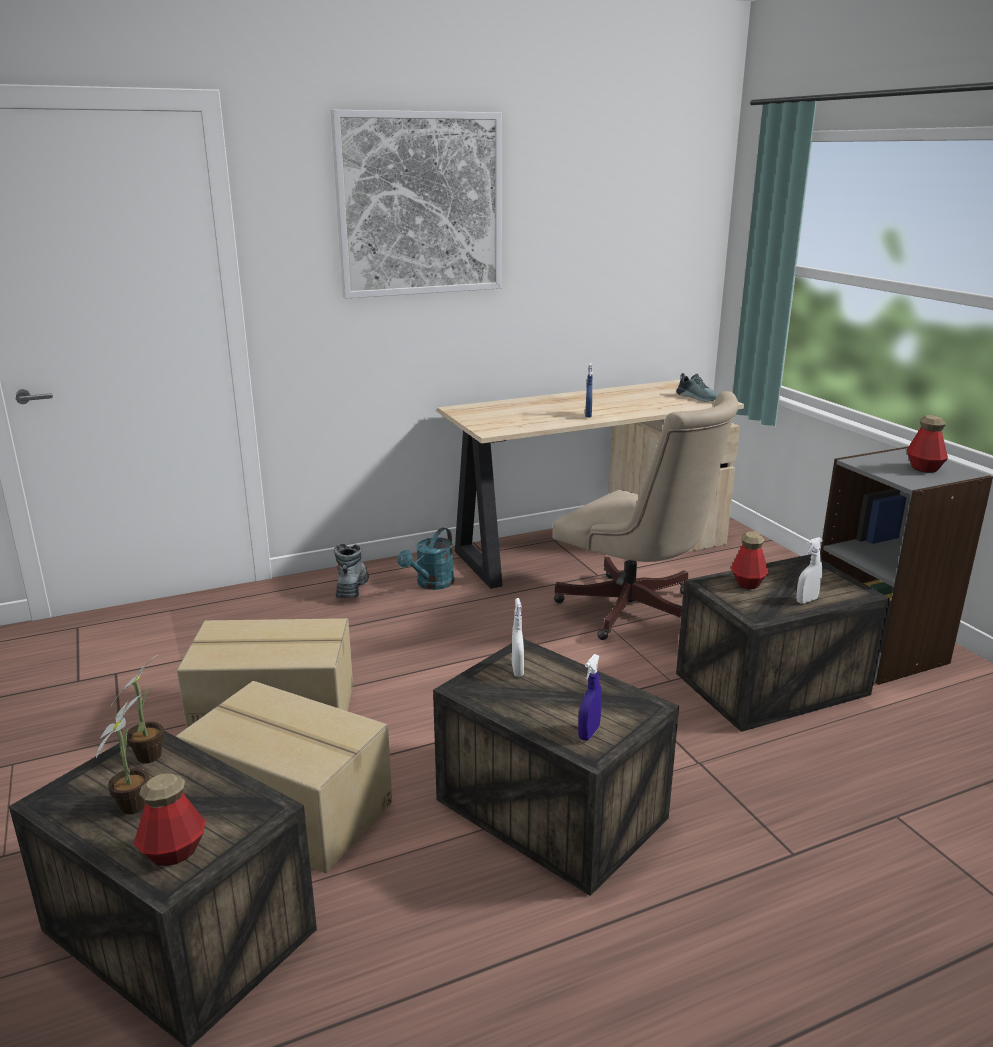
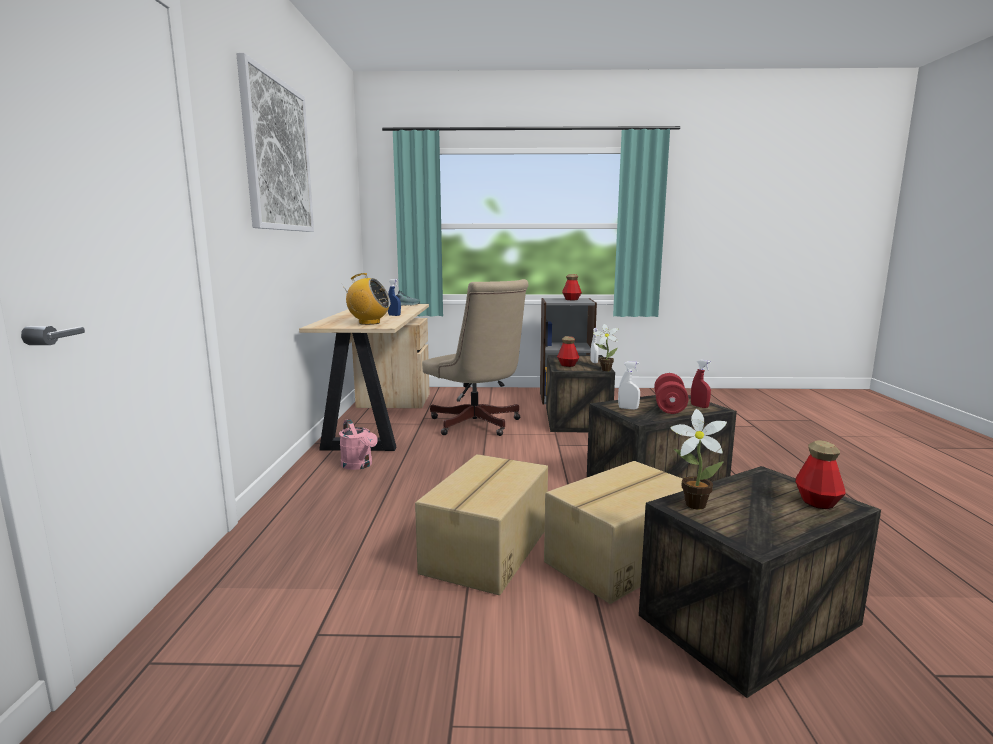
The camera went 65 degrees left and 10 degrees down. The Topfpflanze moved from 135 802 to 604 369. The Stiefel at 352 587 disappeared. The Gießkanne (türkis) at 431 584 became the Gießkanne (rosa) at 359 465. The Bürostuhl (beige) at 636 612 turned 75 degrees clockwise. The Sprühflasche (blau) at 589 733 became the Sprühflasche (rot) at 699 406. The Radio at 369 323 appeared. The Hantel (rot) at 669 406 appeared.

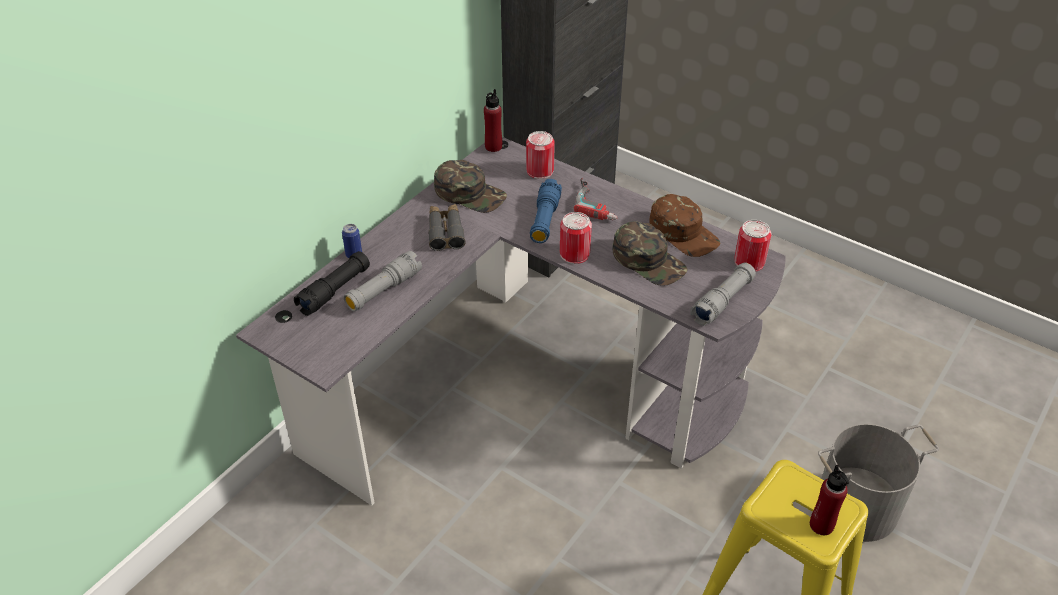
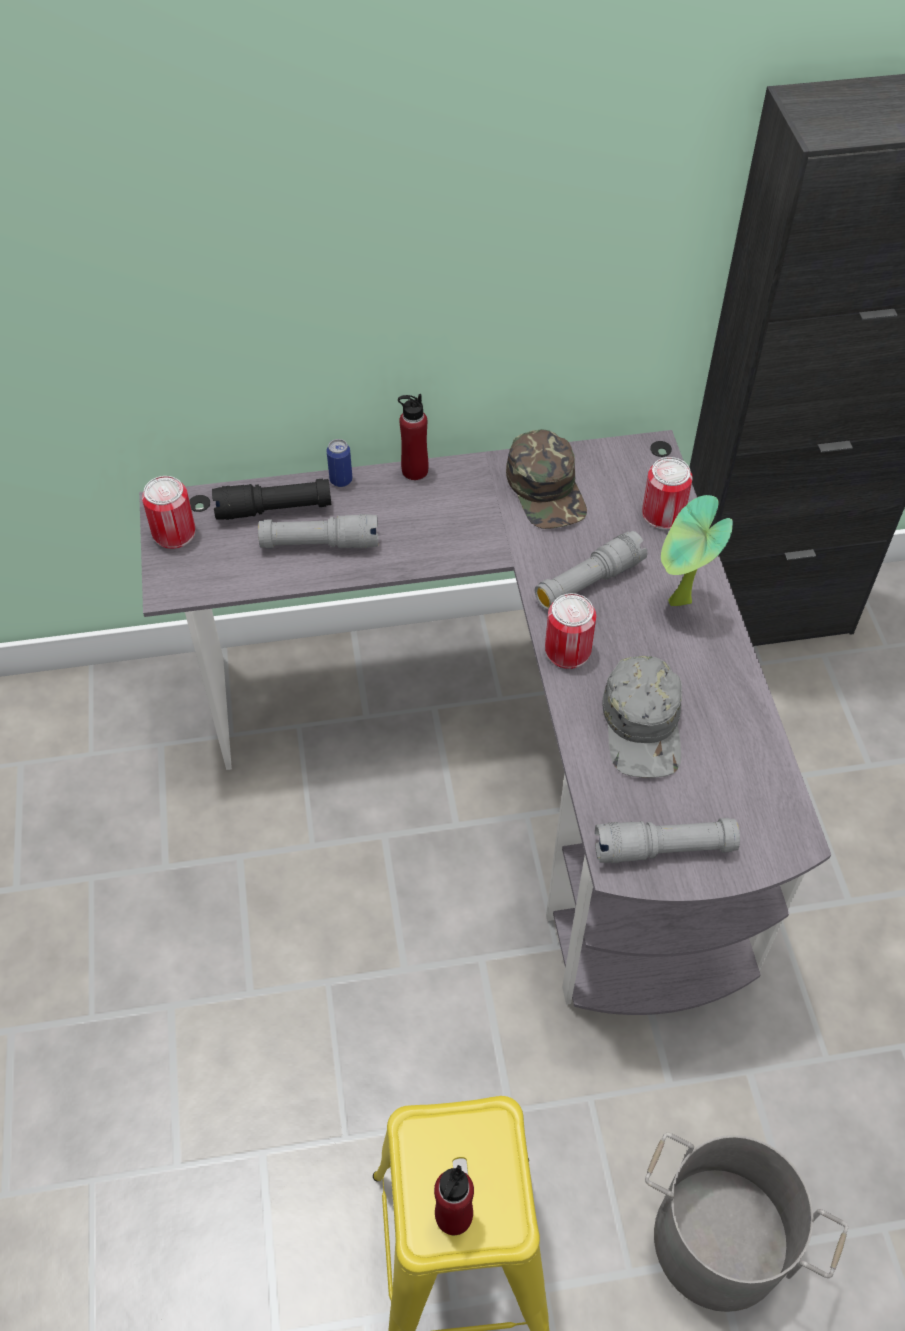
The camera went 45 degrees right and 10 degrees up. The Fernglas (grau) at 445 232 disappeared. The Flasche (rot) moved from 493 147 to 414 470. The Taschenlampe (blau) at 545 220 became the Taschenlampe (grau) at 589 582. The Bohrmaschine at 597 203 was replaced by the Topfpflanze at 678 605. The Kappe (grün) at 649 260 became the Kappe (grau) at 643 725. The Kappe (braun) at 684 233 disappeared. The Dose moved from 749 262 to 174 533.

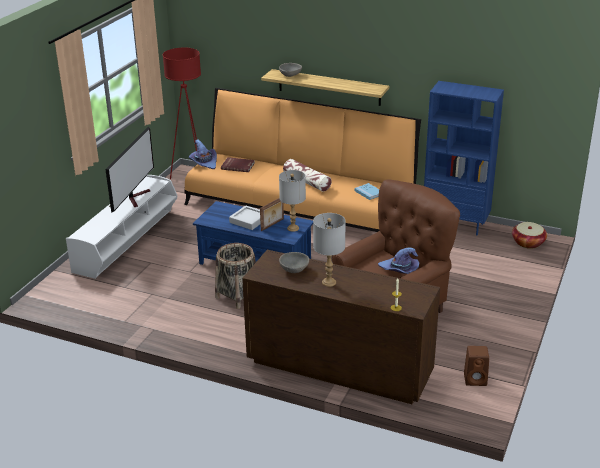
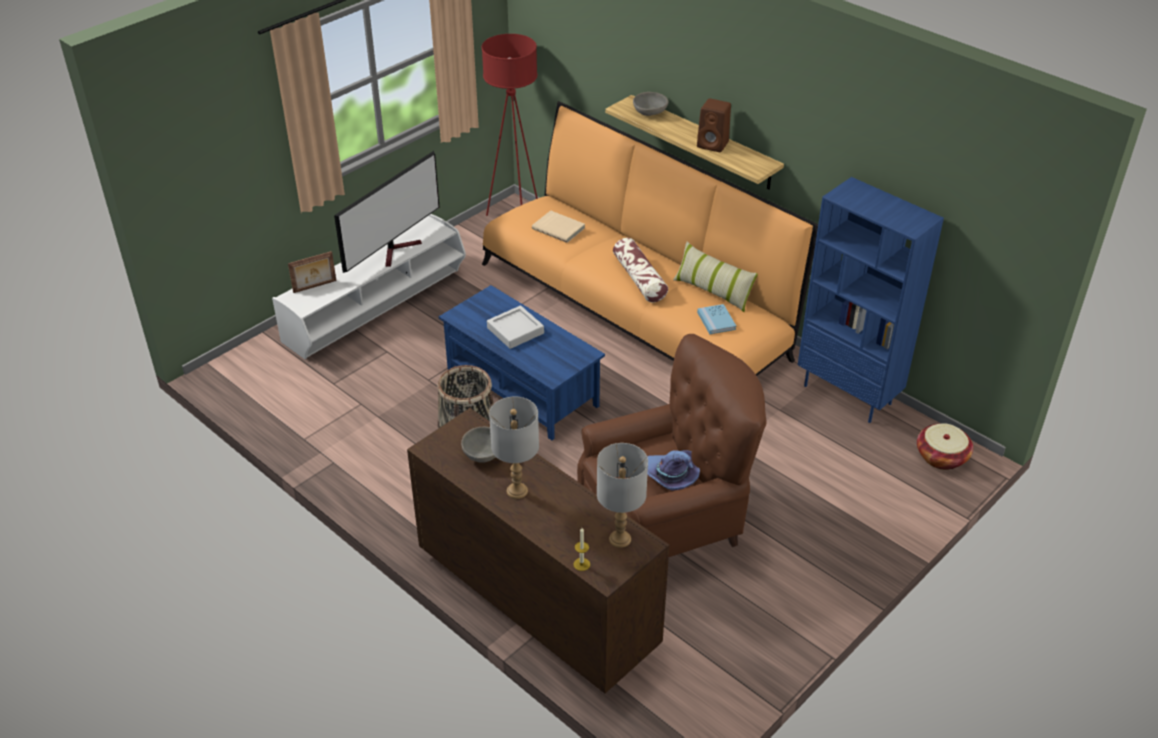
The camera went 20 degrees right and 10 degrees up. The Hut (lila) at 204 162 disappeared. The Buch (rot) at 238 166 became the Buch (beige) at 559 228. The Bilderrahmen moved from 272 225 to 315 287. The Tischlampe (grau) moved from 293 228 to 620 538. The Lautsprecher (braun) moved from 476 379 to 714 145. The Kissen at 713 291 appeared.

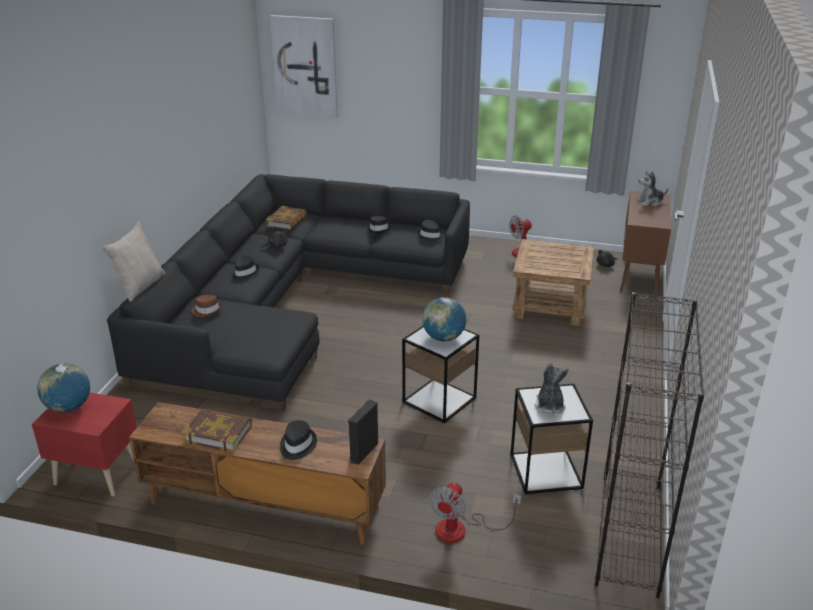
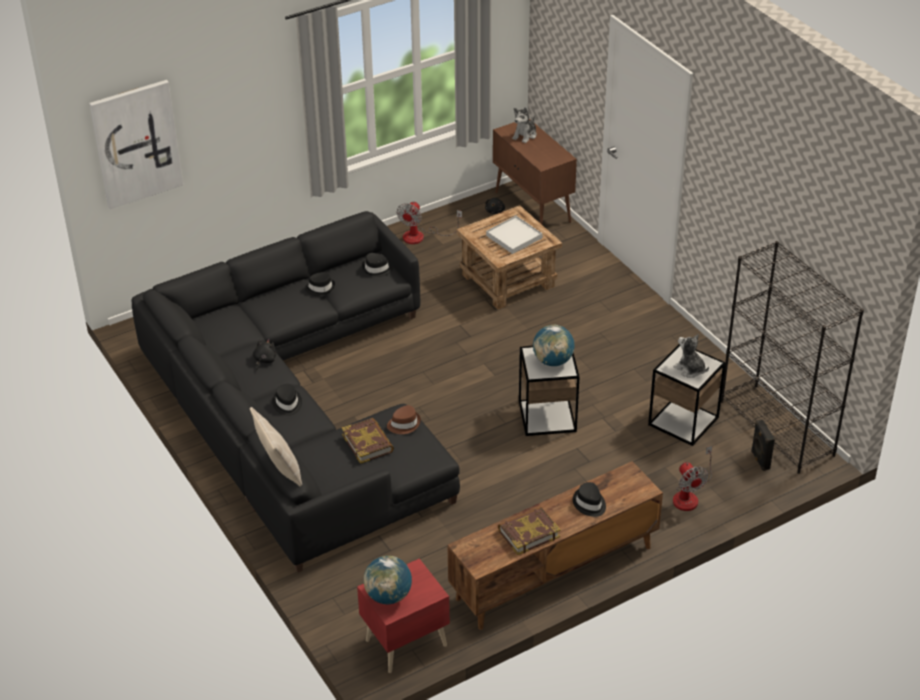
The camera went 45 degrees left and 10 degrees up. The Hut (braun) moved from 207 311 to 404 424. The Buch moved from 287 221 to 368 443. The Lautsprecher (schwarz) moved from 363 452 to 759 460. The Tablett (weiß) at 514 237 appeared.

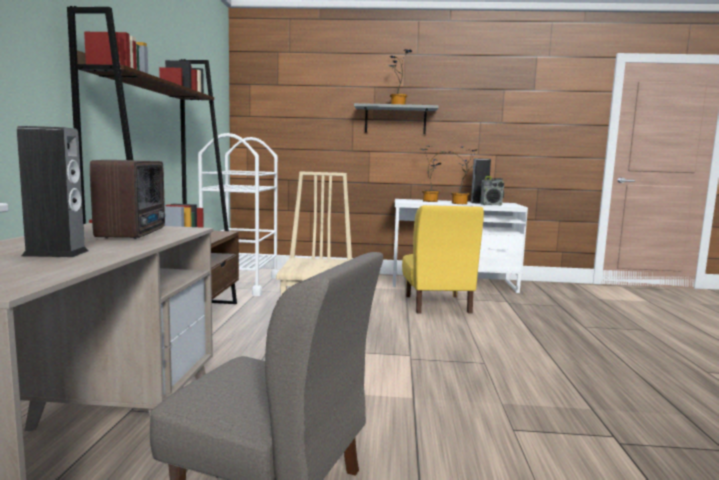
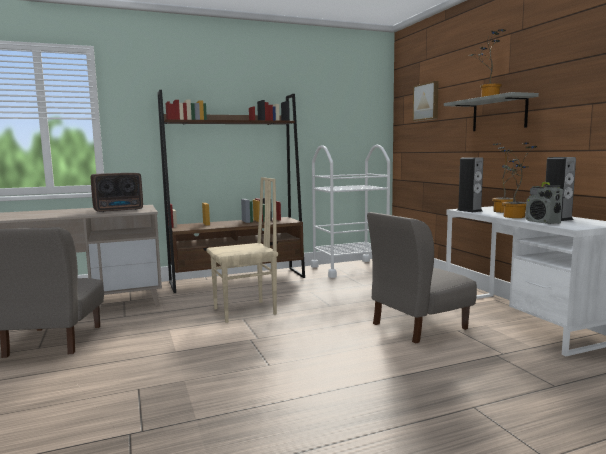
The camera went 65 degrees right and 0 degrees up. The Lautsprecher moved from 56 253 to 469 210. The Stuhl (gelb) at 437 304 became the Stuhl (grau) at 418 326. The Bild at 426 102 appeared.

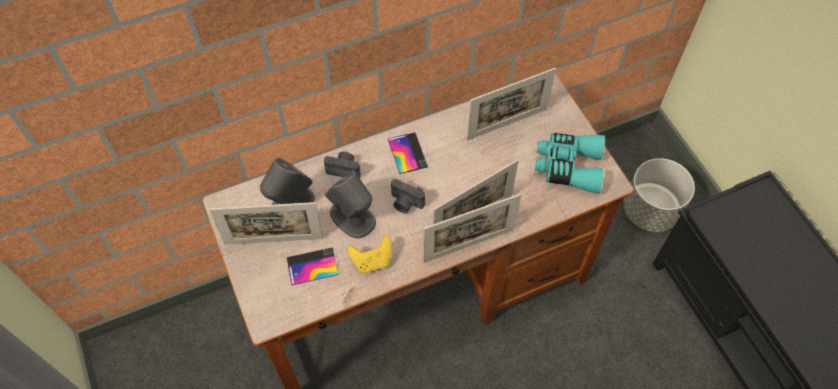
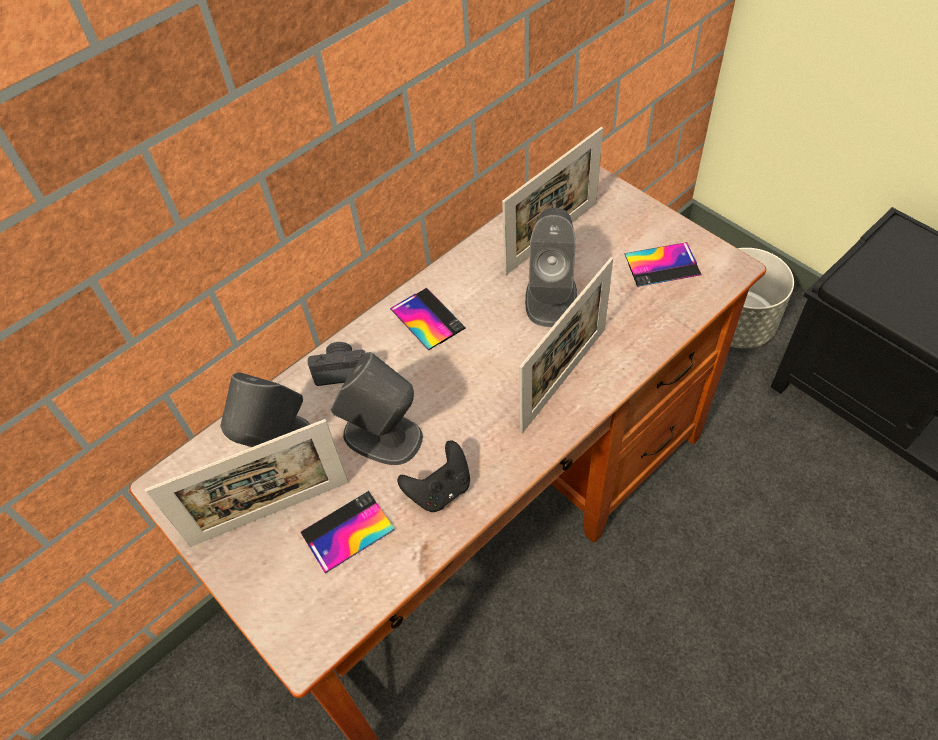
The camera went 15 degrees left and 5 degrees down. The Gamepad (gelb) at 372 261 became the Gamepad (schwarz) at 440 490. The Kamera at 405 203 disappeared. The Bilderrahmen at 468 245 disappeared. The Fernglas (türkis) at 568 166 was replaced by the Handy at 662 265. The Lautsprecher (grau) at 551 297 appeared.

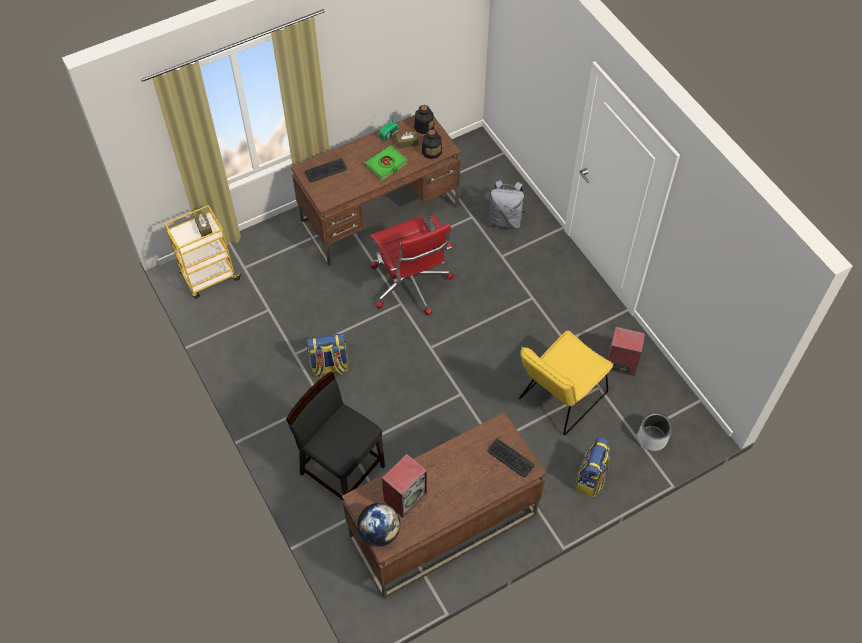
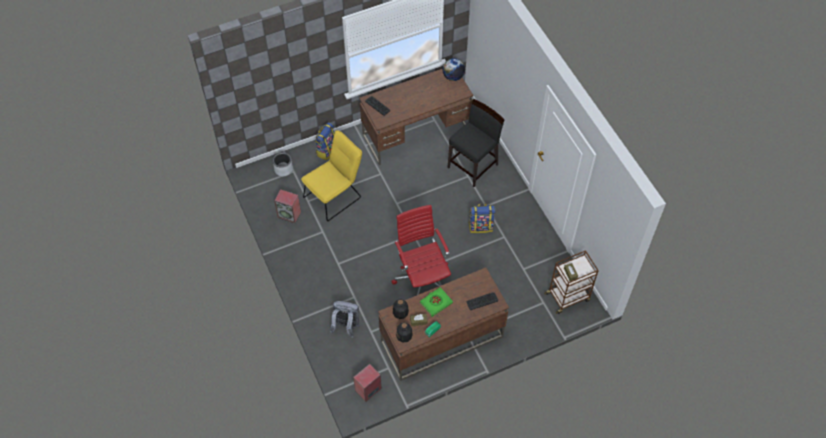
The camera went 175 degrees left and 0 degrees up. The Rollwagen (gelb) at 209 277 became the Rollwagen (braun) at 568 296. The Stuhl (schwarz) at 342 469 turned 90 degrees counterclockwise. The Lautsprecher moved from 405 496 to 368 390.

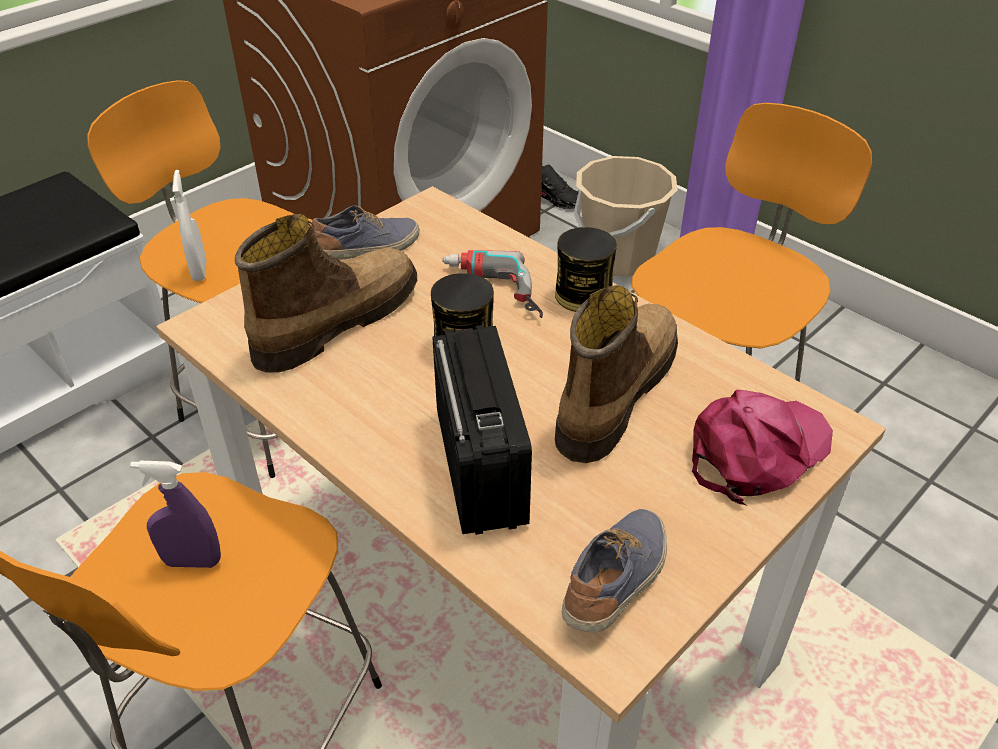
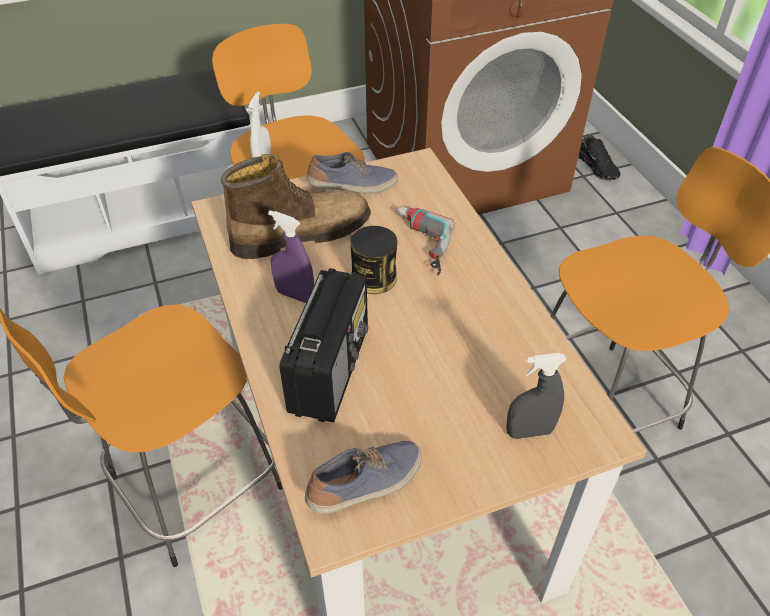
The camera went 25 degrees right and 5 degrees up. The Sprühflasche (lila) moved from 192 561 to 295 295. The Dose at 583 295 disappeared. The Stiefel at 614 392 disappeared. The Eimer (beige) at 618 258 disappeared. The Kappe (rosa) at 756 452 was replaced by the Sprühflasche (grau) at 529 432.

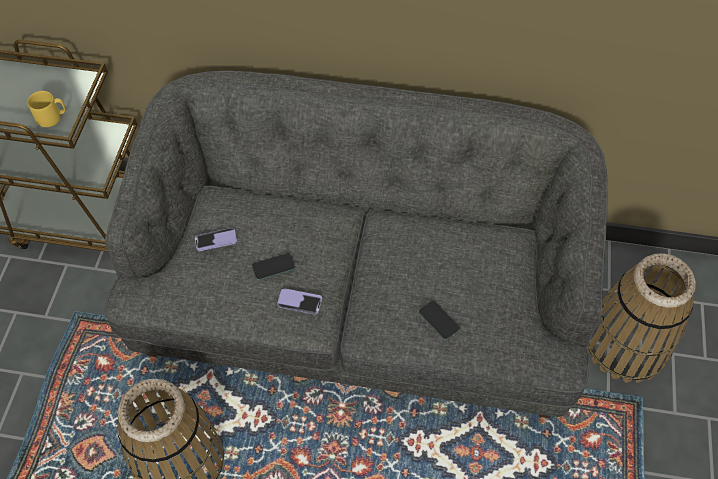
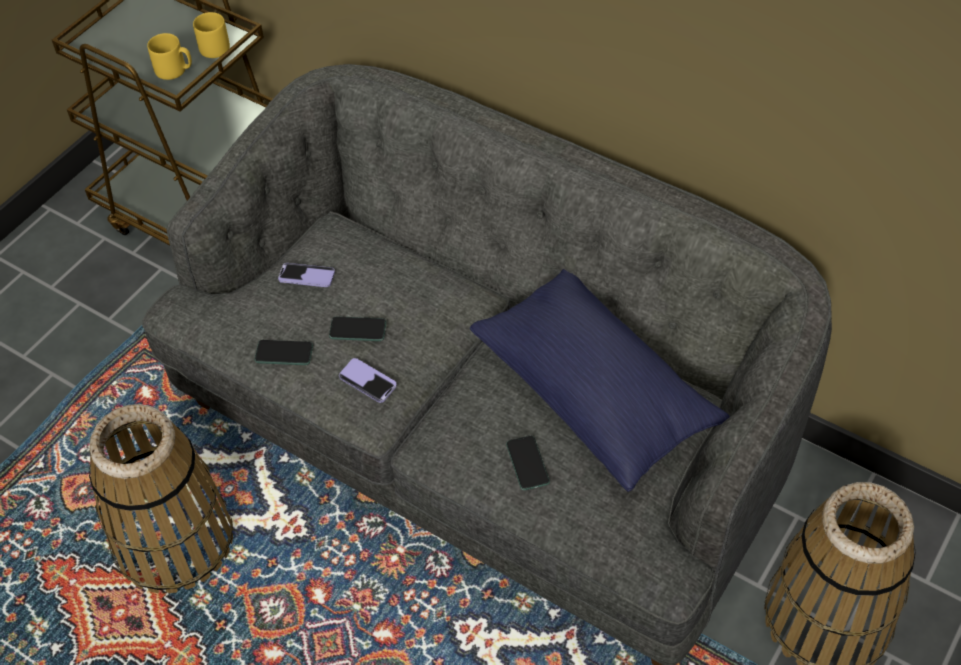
The camera went 25 degrees right and 5 degrees down. The Henkelbecher (gelb) at 212 46 appeared. The Handy at 284 353 appeared. The Kissen (blau) at 594 393 appeared.

